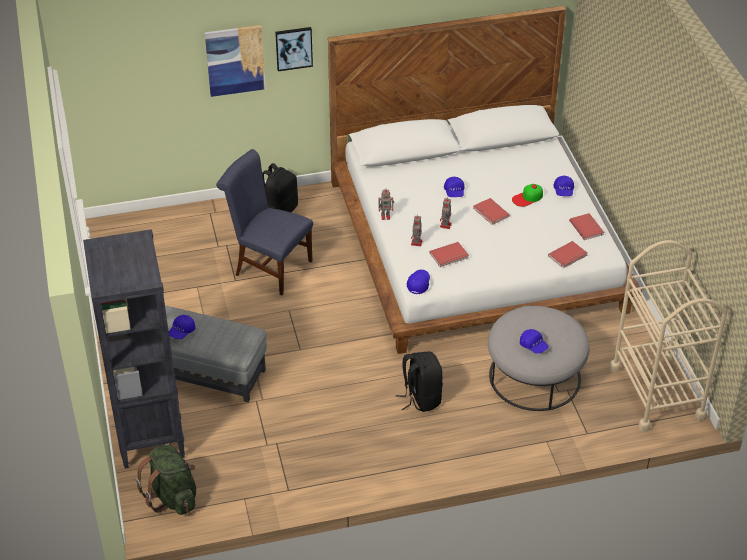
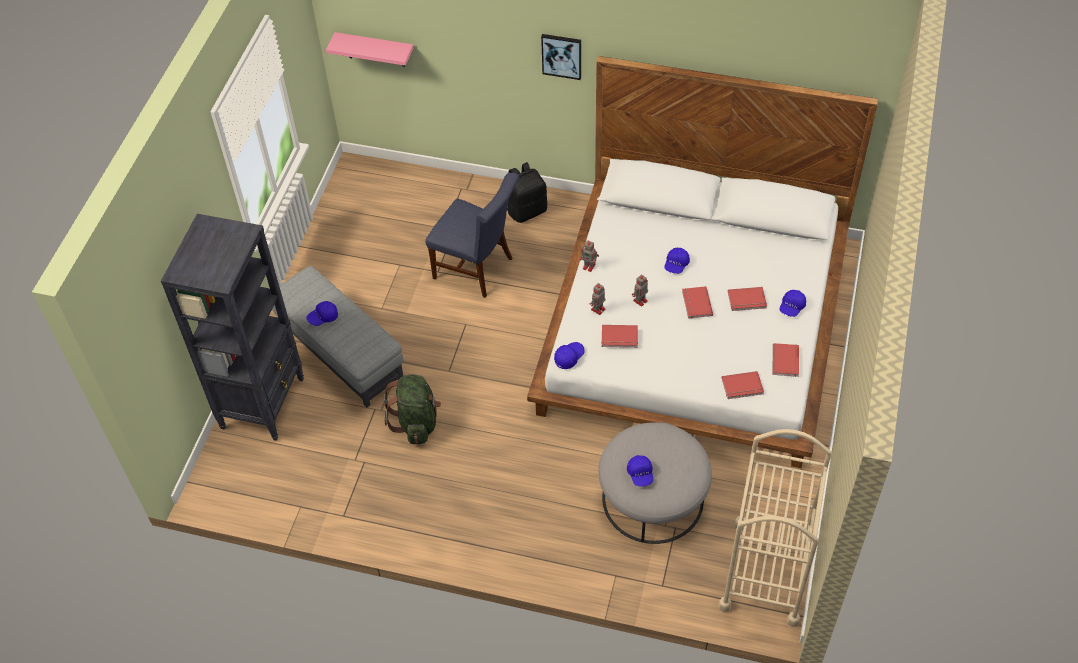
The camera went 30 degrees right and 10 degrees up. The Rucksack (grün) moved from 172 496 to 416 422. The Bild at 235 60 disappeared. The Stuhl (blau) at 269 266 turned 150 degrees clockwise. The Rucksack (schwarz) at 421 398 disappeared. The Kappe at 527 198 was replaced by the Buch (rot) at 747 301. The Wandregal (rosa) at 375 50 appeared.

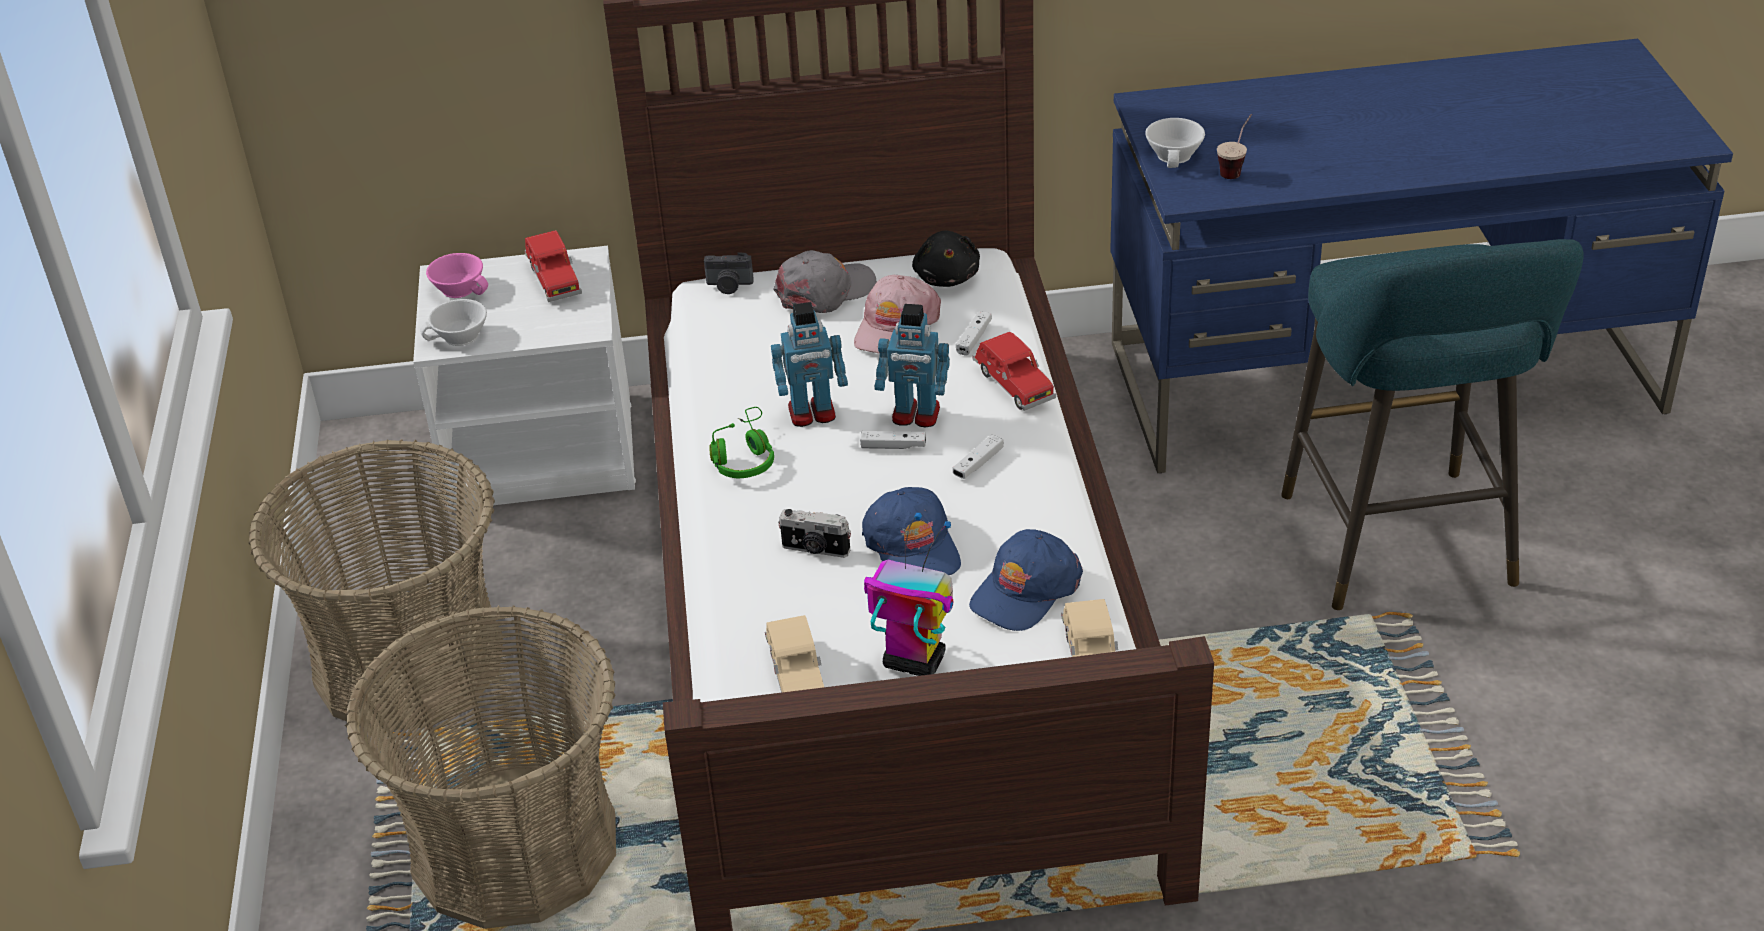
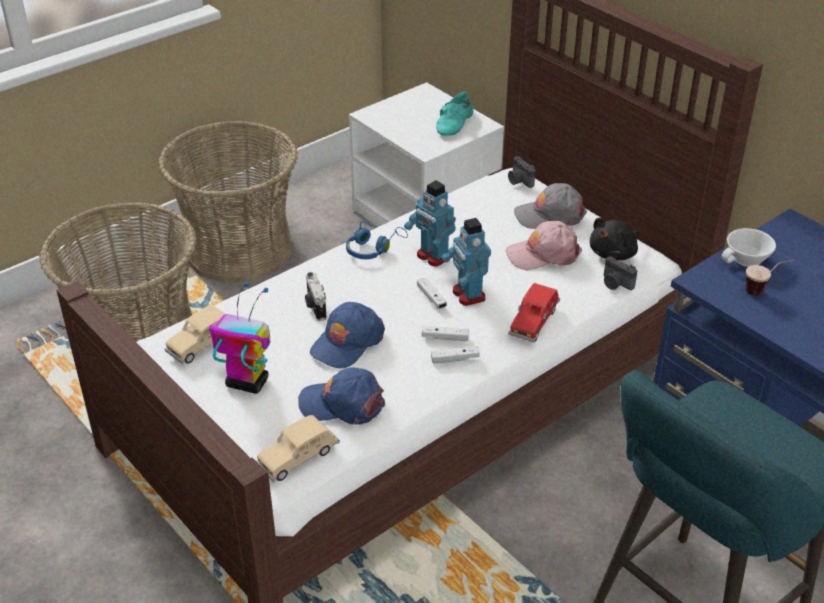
The camera went 55 degrees right and 0 degrees up. The Tasse (weiß) at 460 337 disappeared. The Tasse (rosa) at 461 288 disappeared. The Spielzeugauto (rot) at 553 280 was replaced by the Schuh (türkis) at 455 123. The Kopfhörer (grün) at 744 457 became the Kopfhörer (blau) at 373 248. The Kappe (grau) at 825 291 turned 150 degrees clockwise. The Spielzeugroboter at 913 661 turned 60 degrees counterclockwise. The Gamepad (weiß) moved from 974 338 to 455 359. The Kamera at 615 284 appeared.

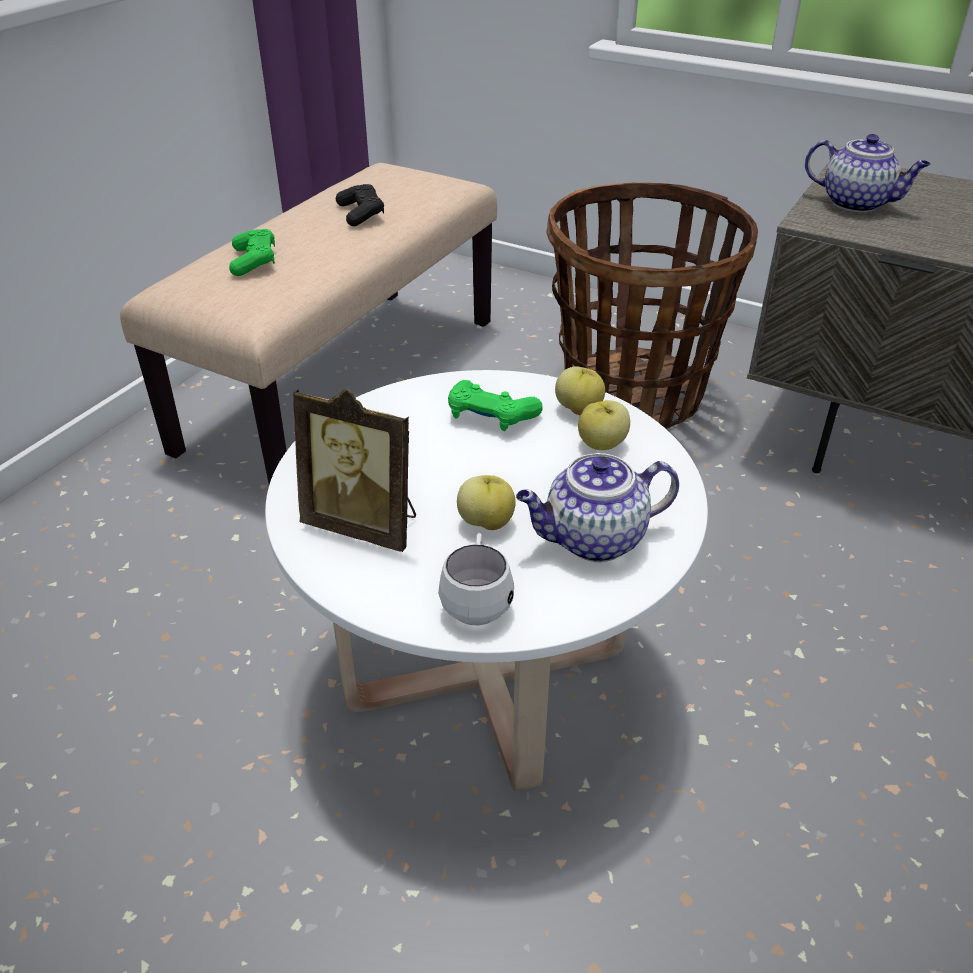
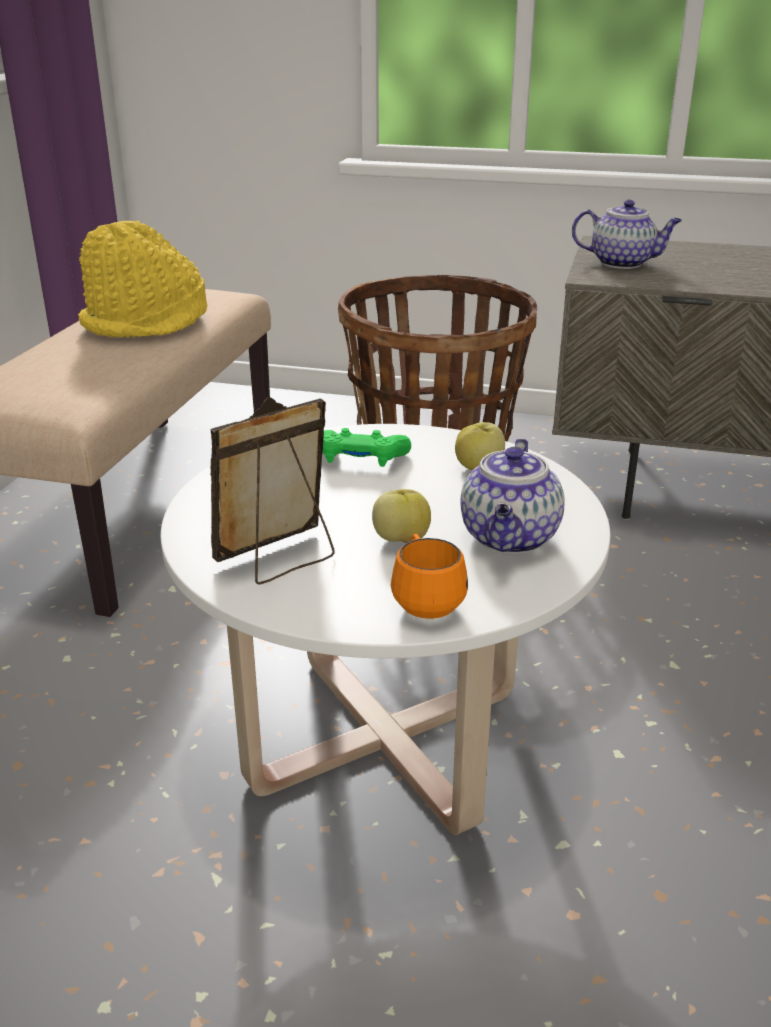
The camera went 15 degrees left and 10 degrees down. The Gamepad (grün) at 254 261 disappeared. The Bilderrahmen at 365 525 turned 135 degrees clockwise. The Gamepad (schwarz) at 361 214 was replaced by the Hut (gelb) at 146 323. The Henkelbecher (weiß) at 477 600 became the Henkelbecher (orange) at 425 600. The Teekanne at 593 540 turned 45 degrees counterclockwise. The Apfel at 579 409 disappeared.

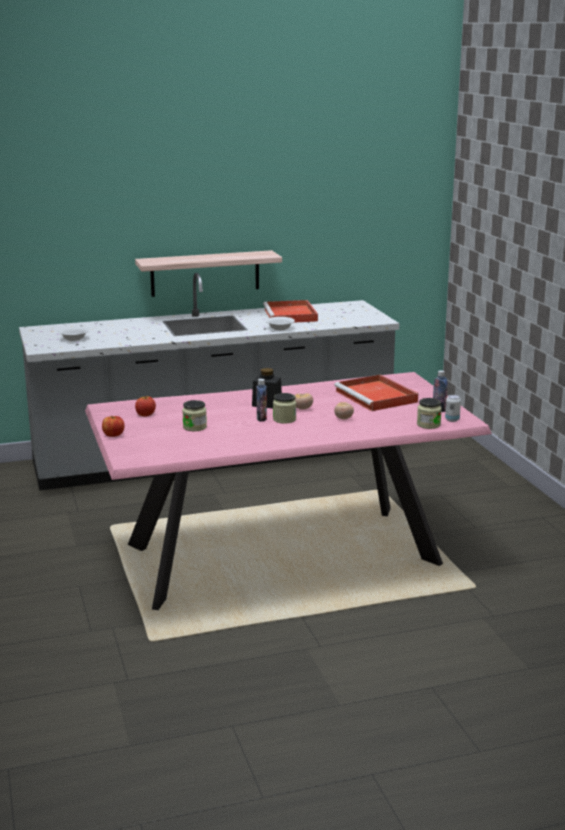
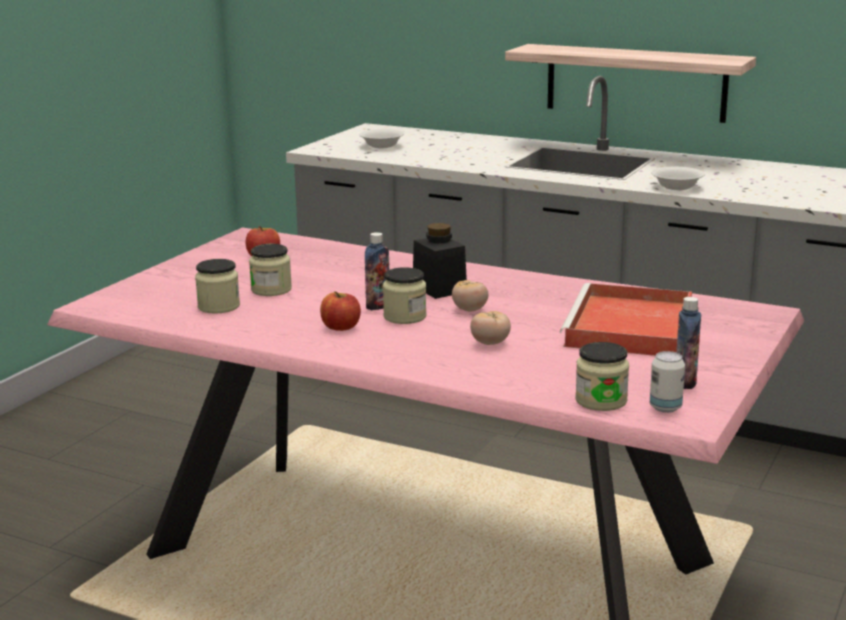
The camera went 45 degrees right and 0 degrees up. The Apfel moved from 113 435 to 341 327. The Tablett (rot) at 291 315 disappeared. The Vorratsglas at 219 306 appeared.

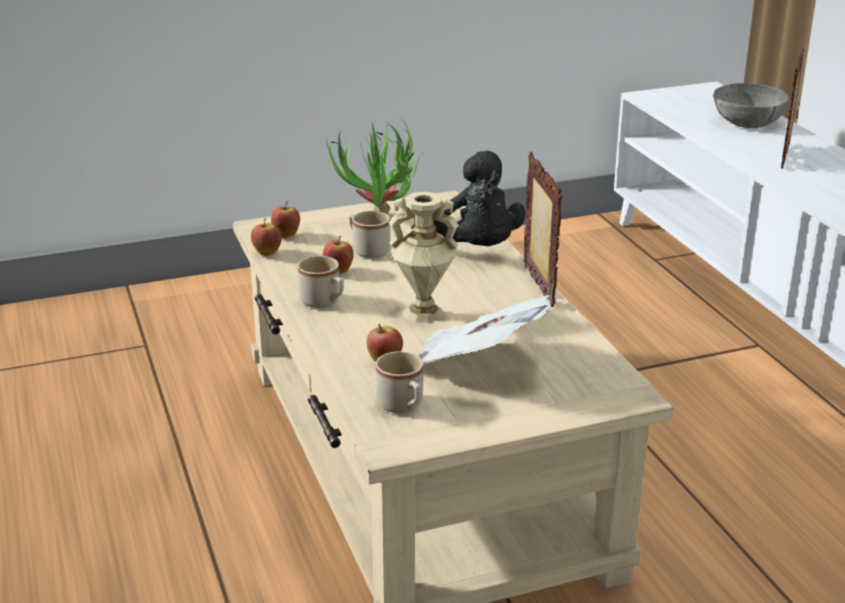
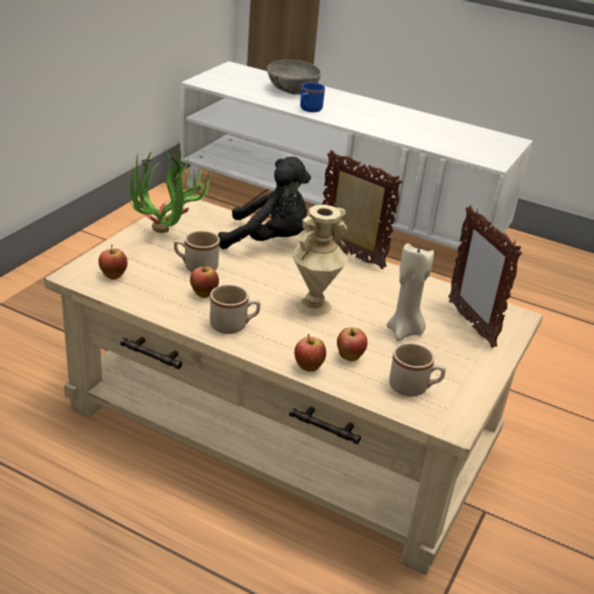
The camera went 45 degrees left and 5 degrees up. The Apfel moved from 267 253 to 308 368. The Zeitung at 478 363 was replaced by the Kerze (beige) at 404 332. The Bilderrahmen moved from 786 156 to 470 323. The Henkelbecher (blau) at 309 110 appeared.

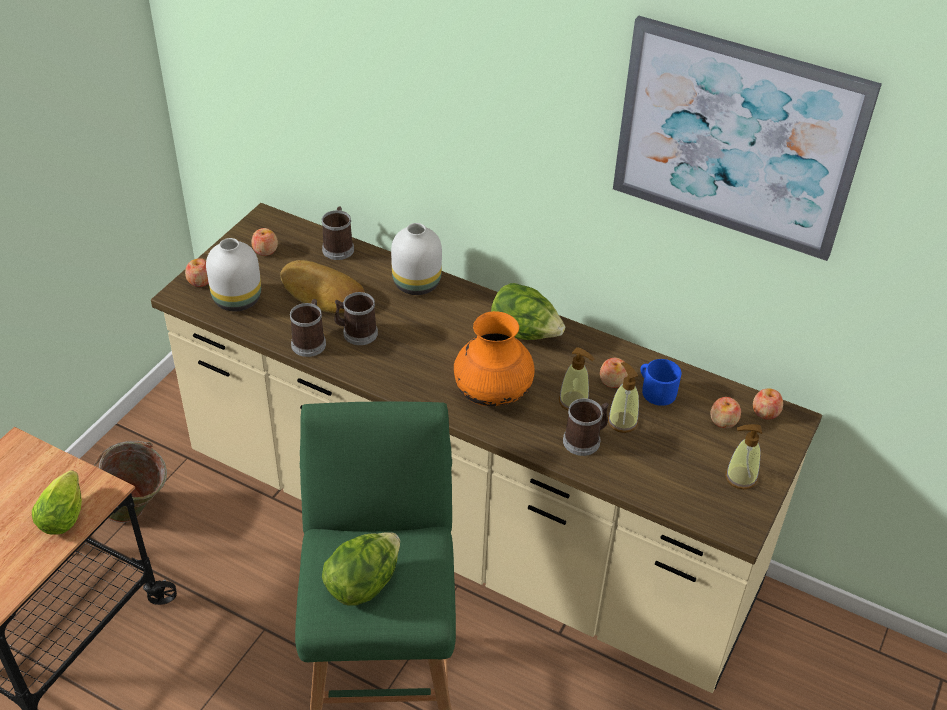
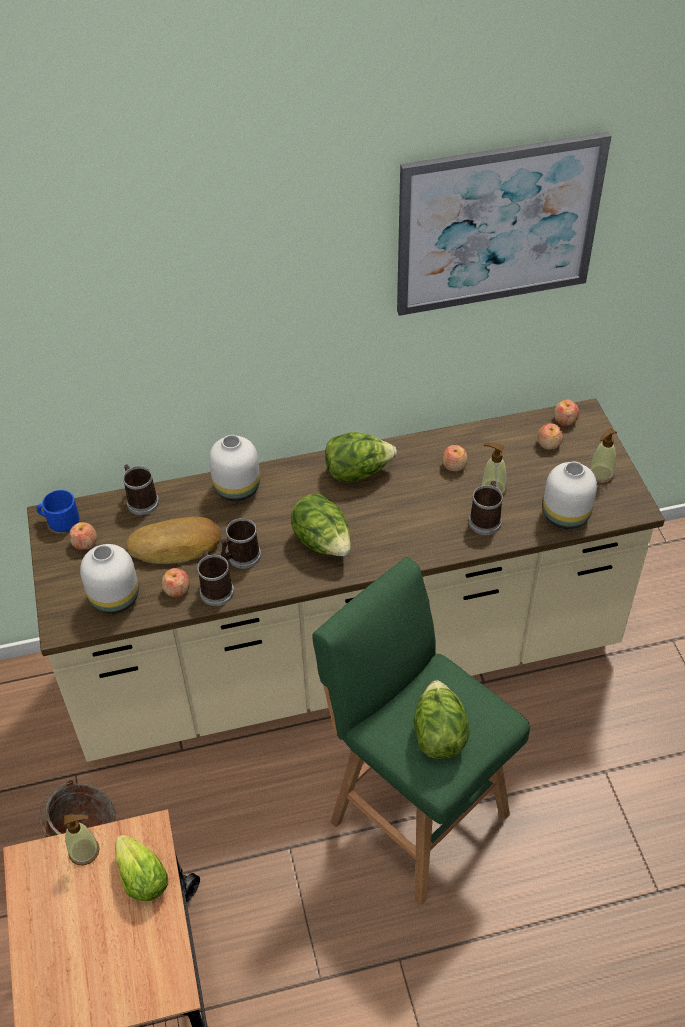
The camera went 40 degrees left and 5 degrees up. The Apfel moved from 200 281 to 177 589. The Vase (orange) at 492 395 disappeared. The Seifenspender moved from 574 401 to 84 851. The Henkelbecher (blau) moved from 655 390 to 59 520. The Salatkopf at 323 543 appeared. The Vase (weiß) at 565 516 appeared.

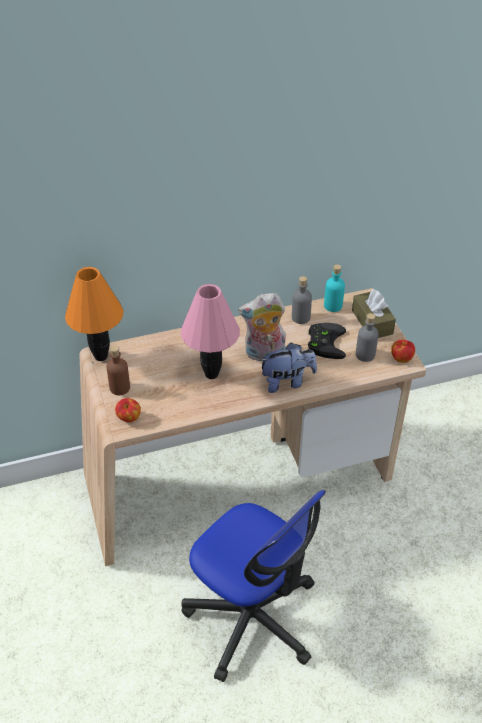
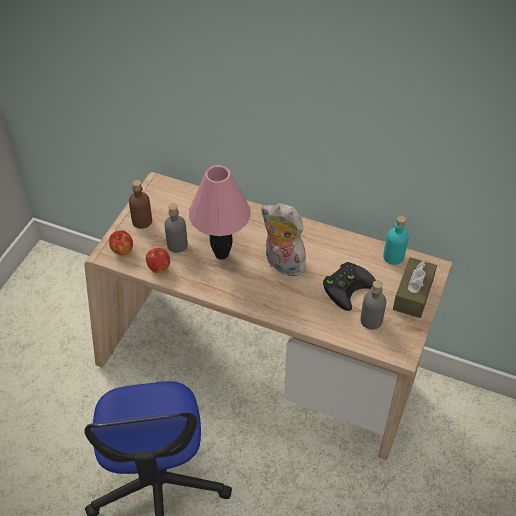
The camera went 40 degrees right and 5 degrees up. The Tischlampe (orange) at 101 356 disappeared. The Plüschtier at 287 382 disappeared. The Flasche (grau) moved from 300 317 to 177 245. The Apfel moved from 401 358 to 159 267.

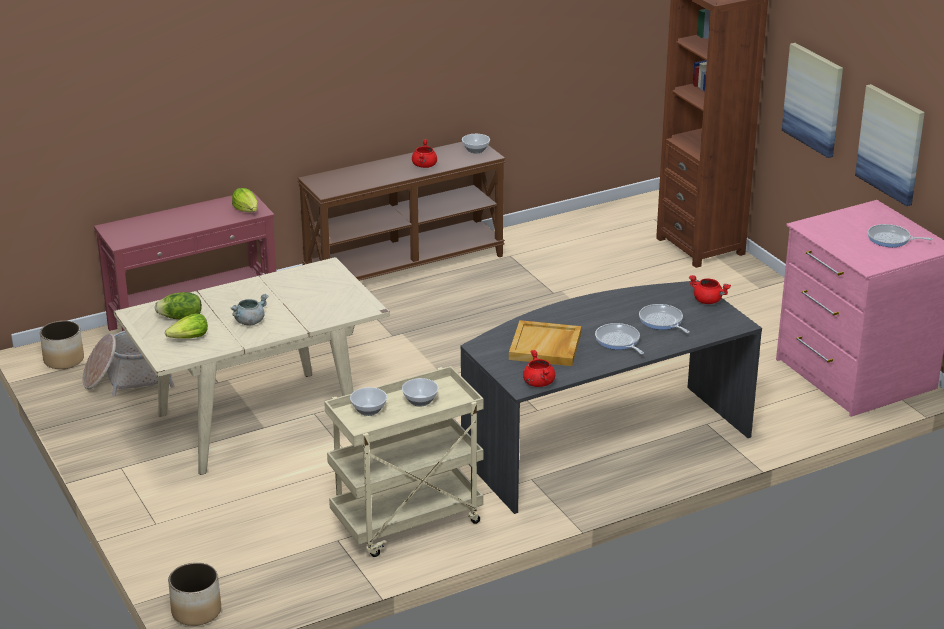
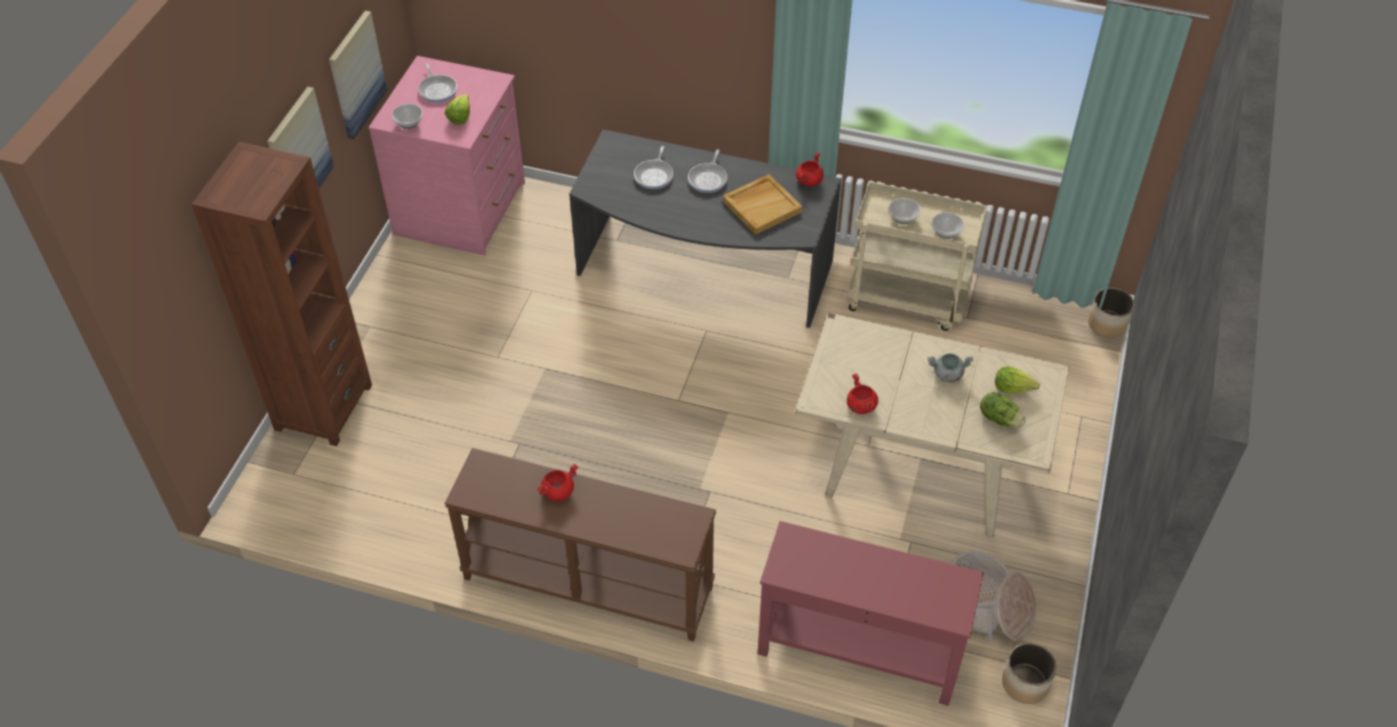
The camera went 135 degrees left and 20 degrees up. The Salatkopf moved from 247 210 to 459 116. The Schüssel moved from 476 150 to 409 123. The Kochtopf (rot) moved from 708 301 to 860 406.

